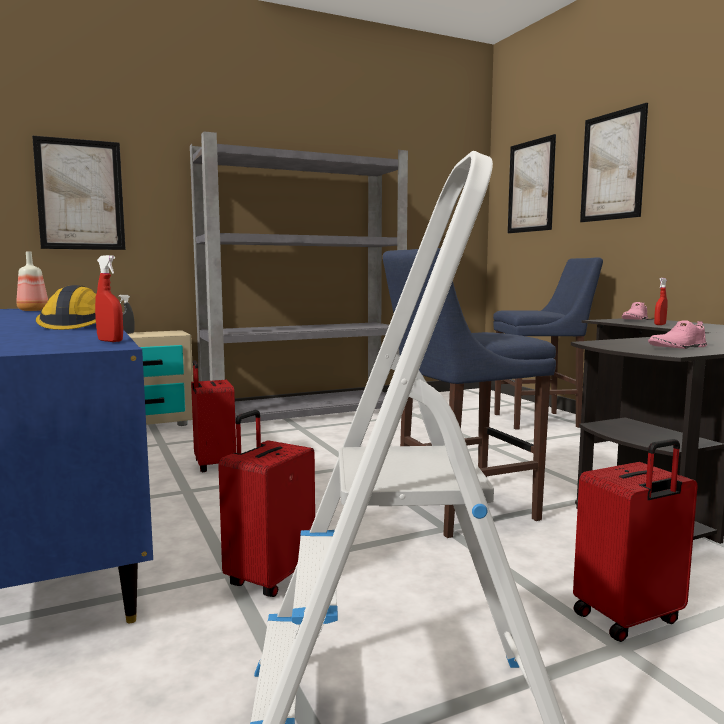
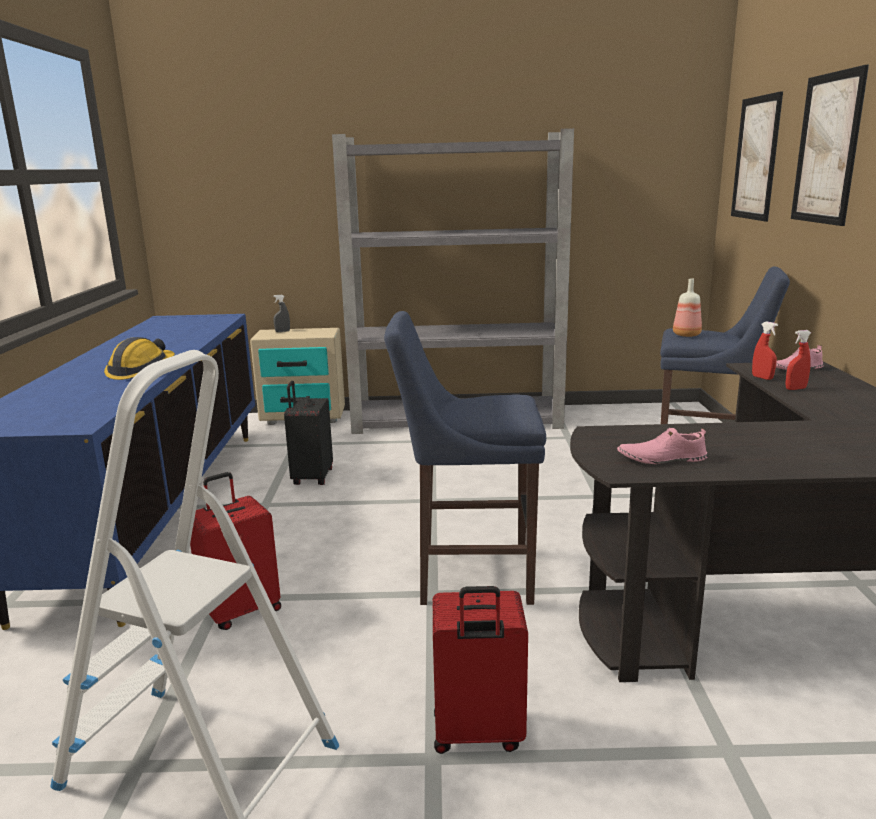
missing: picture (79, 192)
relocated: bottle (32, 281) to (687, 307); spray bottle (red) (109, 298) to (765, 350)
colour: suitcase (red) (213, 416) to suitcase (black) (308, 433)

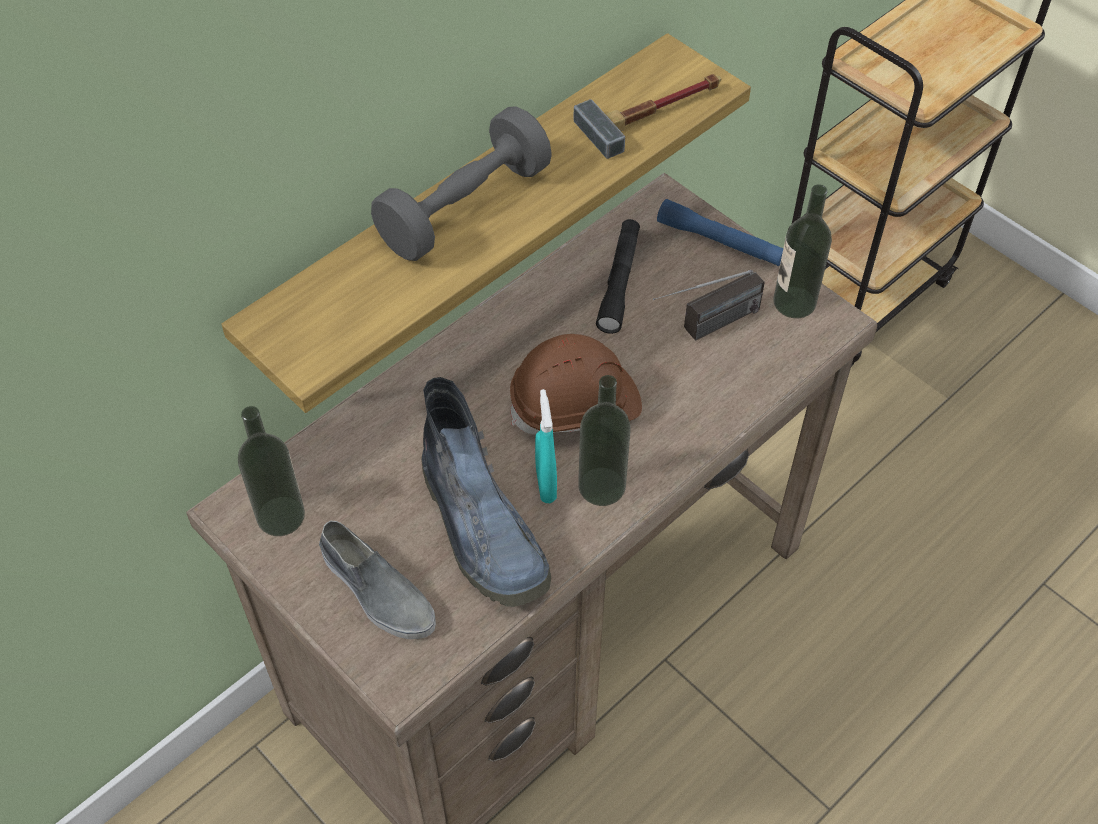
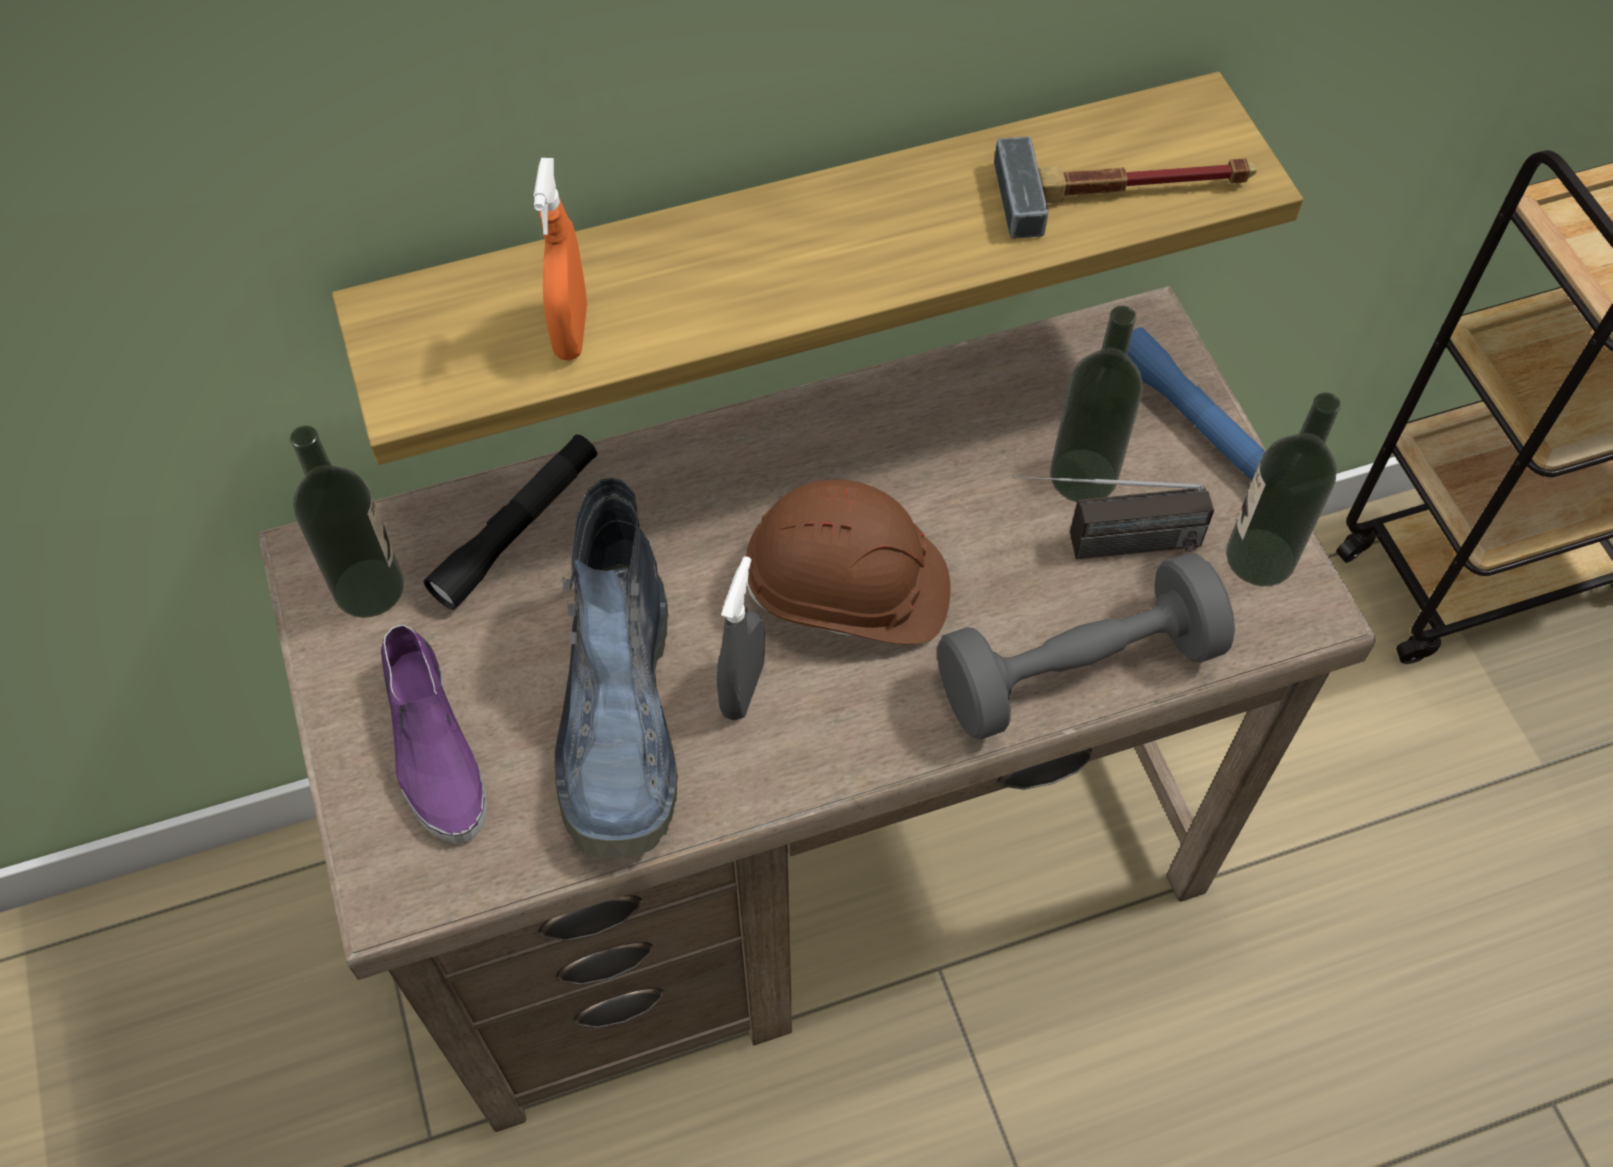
appeared: spray bottle (orange) (560, 259)
relocated: dumbbell (grey) (461, 183) to (1086, 646); bottle (604, 440) to (1096, 404); flashlight (black) (618, 276) to (510, 522)
colour: shoe (grey) (377, 580) to shoe (purple) (434, 733); spray bottle (turquoise) (546, 446) to spray bottle (grey) (741, 638)

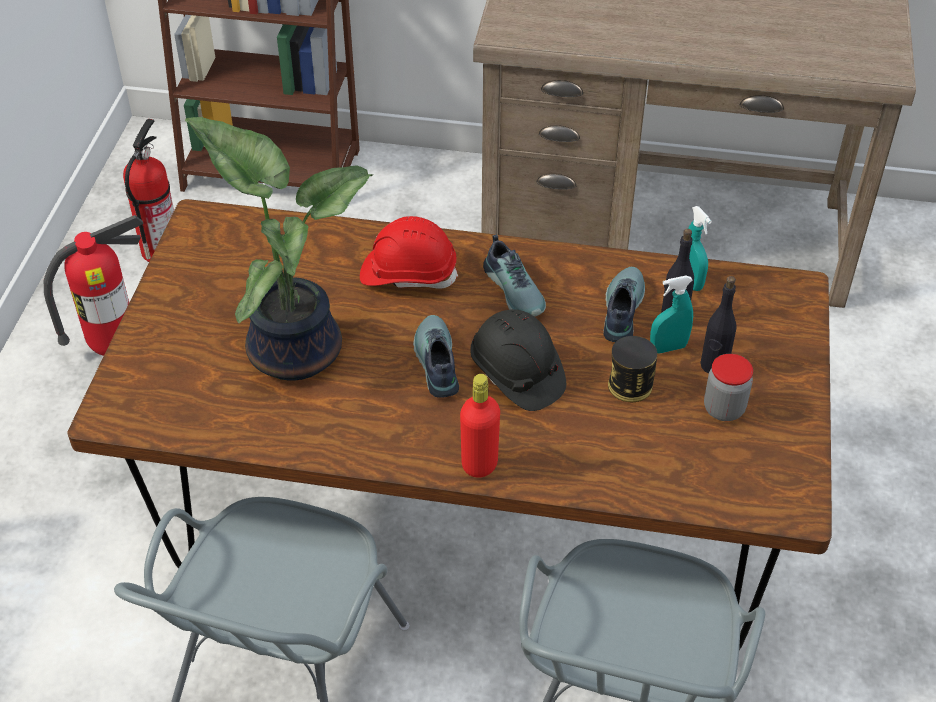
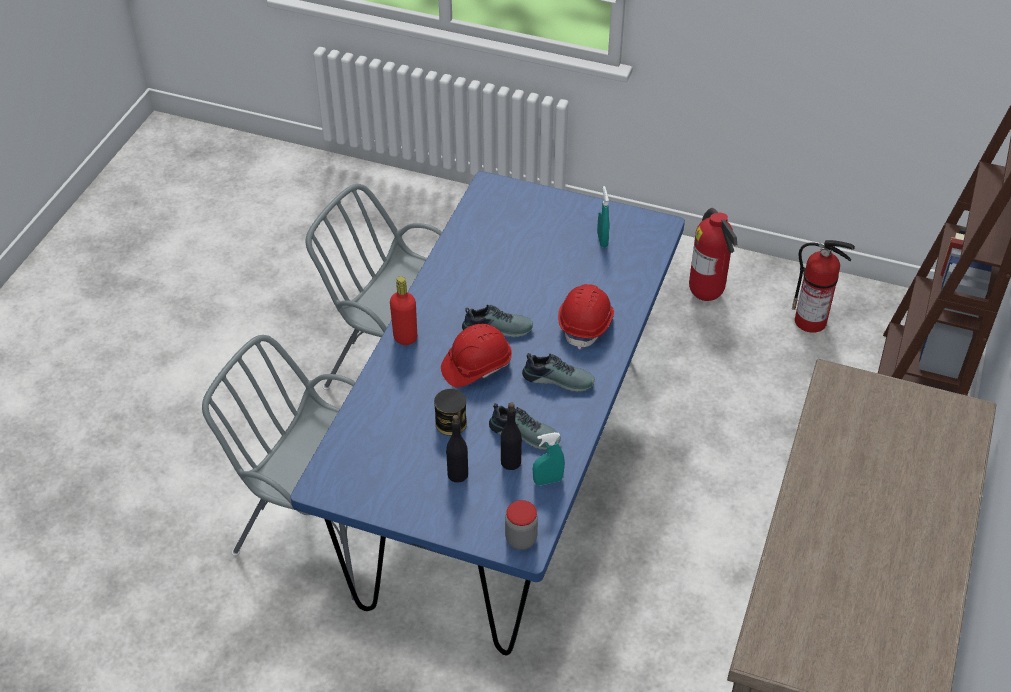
missing: potted plant (279, 248)
relocated: spray bottle (turquoise) (671, 315) to (603, 217); jar (728, 387) to (521, 525)
colour: dining table (brown) (450, 424) to dining table (blue) (487, 413); hard hat (black) (518, 360) to hard hat (red) (476, 356)
spun: shoe (514, 275) = (558, 372) 150 degrees counterclockwise

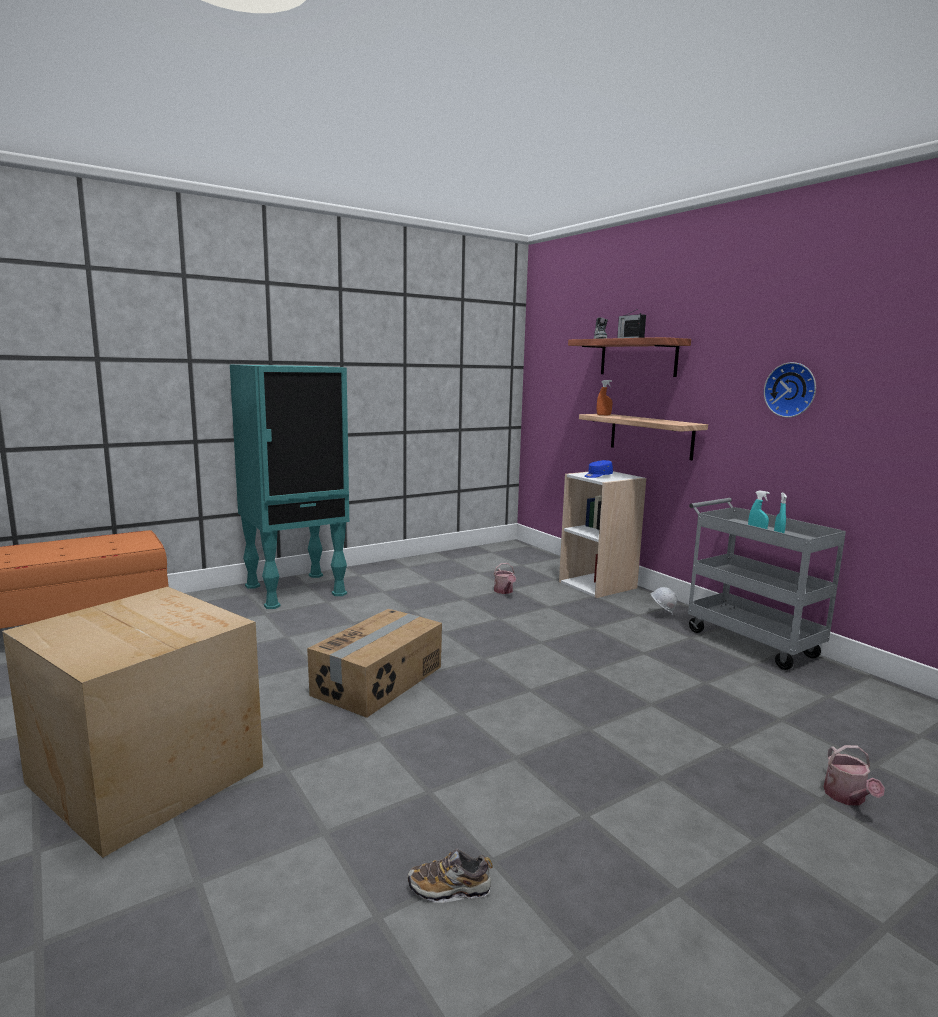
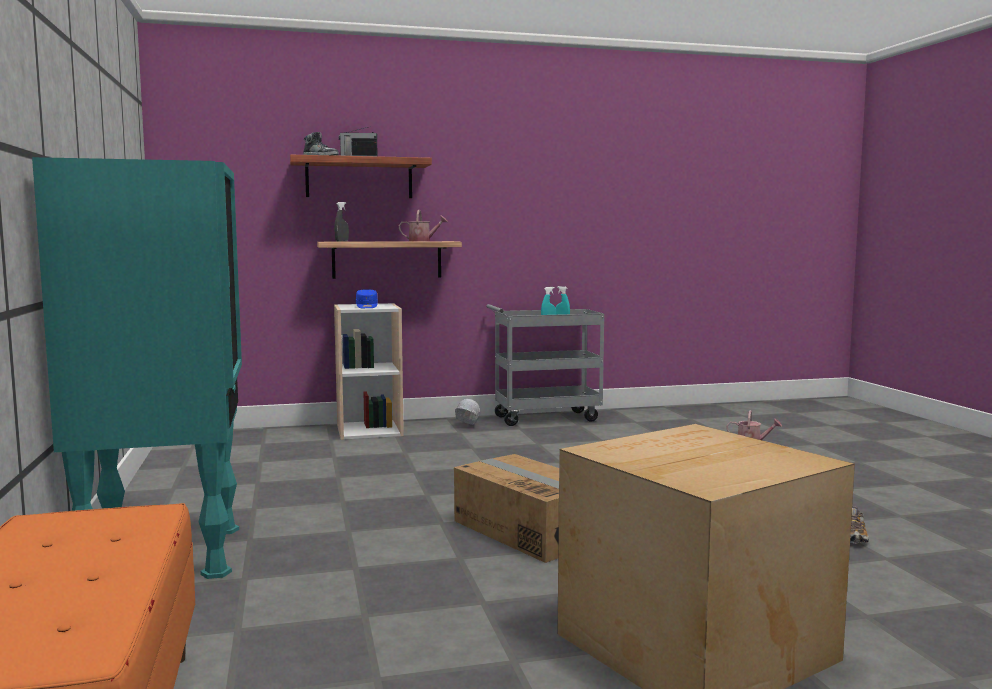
missing: wall clock (790, 390)
relocated: watering can (504, 578) to (423, 225)
colour: spray bottle (orange) (604, 397) to spray bottle (grey) (341, 222)

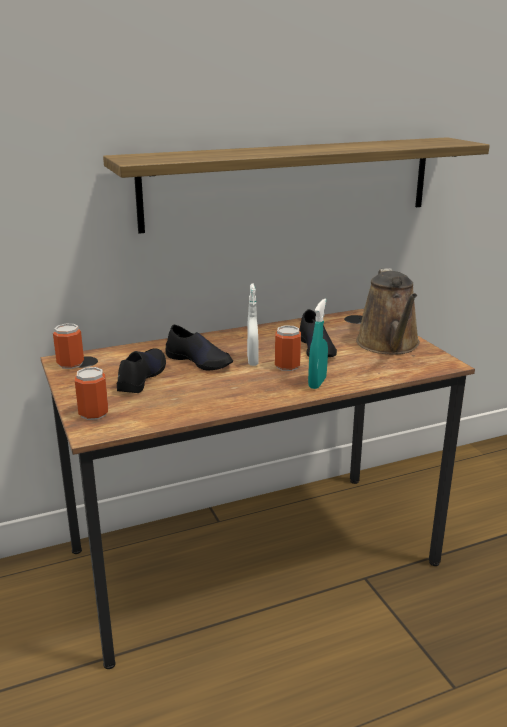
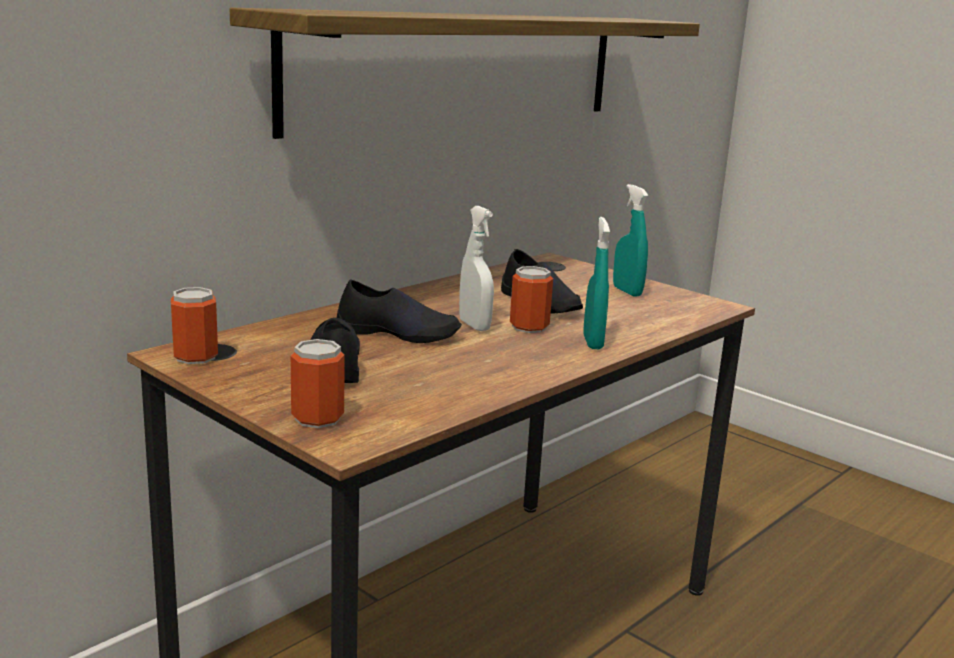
exchanged: watering can (brown) (388, 311) to spray bottle (turquoise) (630, 240)

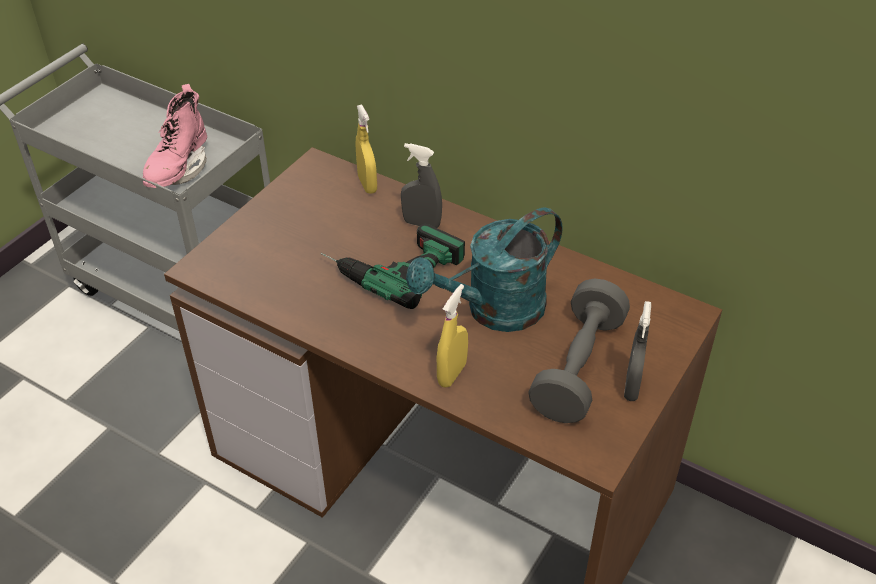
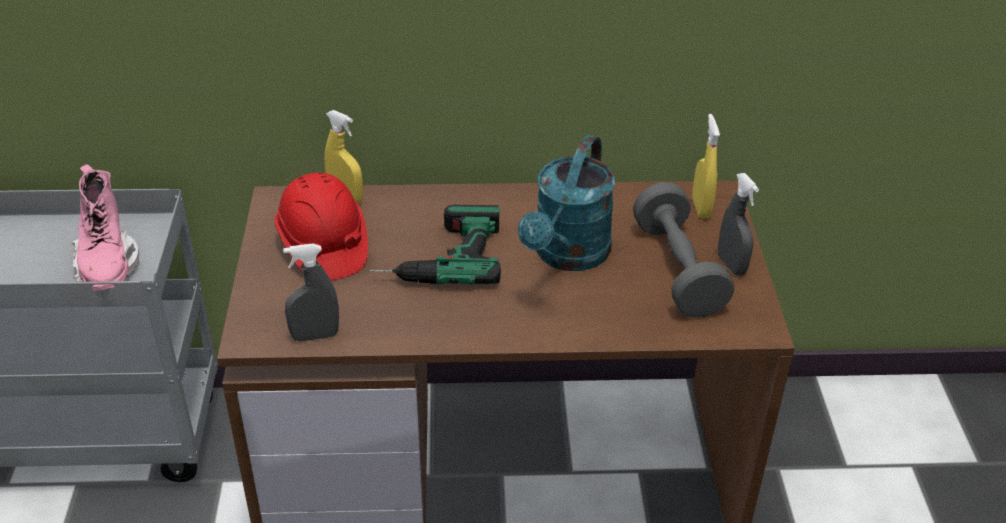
appeared: hard hat (red) (321, 227)
relocated: spray bottle (grey) (421, 185) to (311, 292); spray bottle (yellow) (452, 336) to (706, 166)

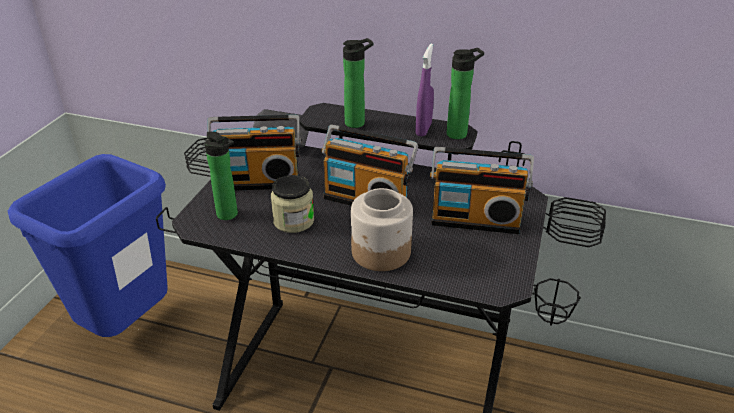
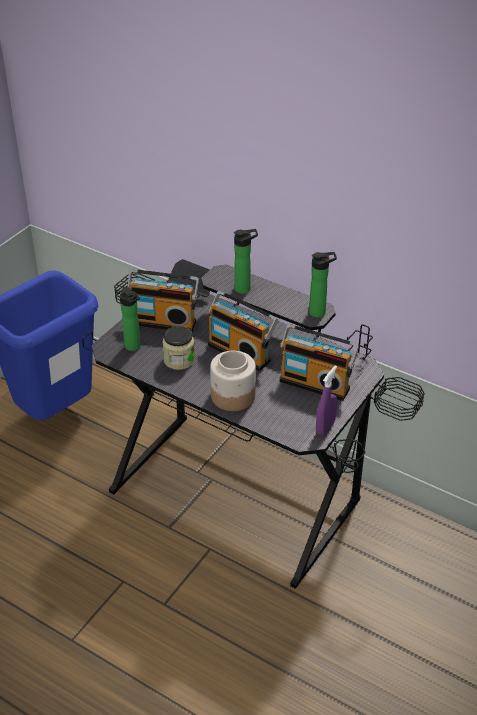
relocated: spray bottle (purple) (425, 90) to (327, 400)

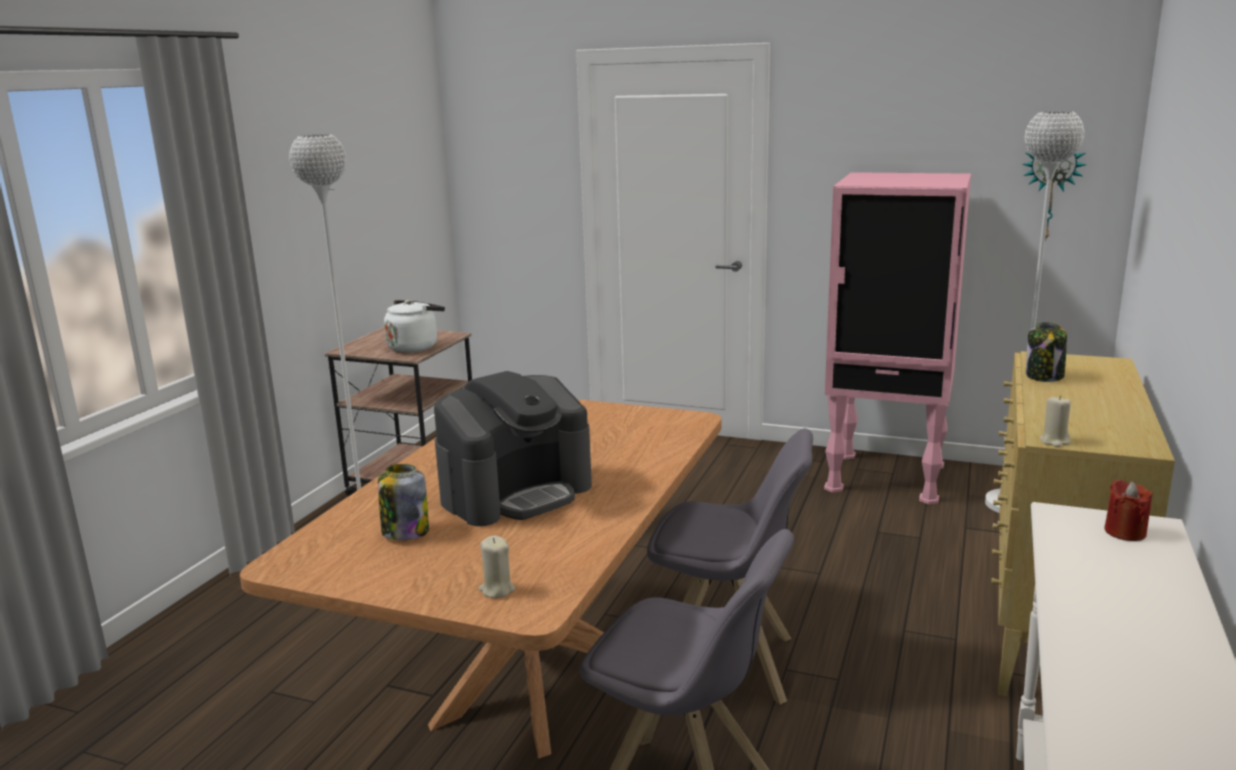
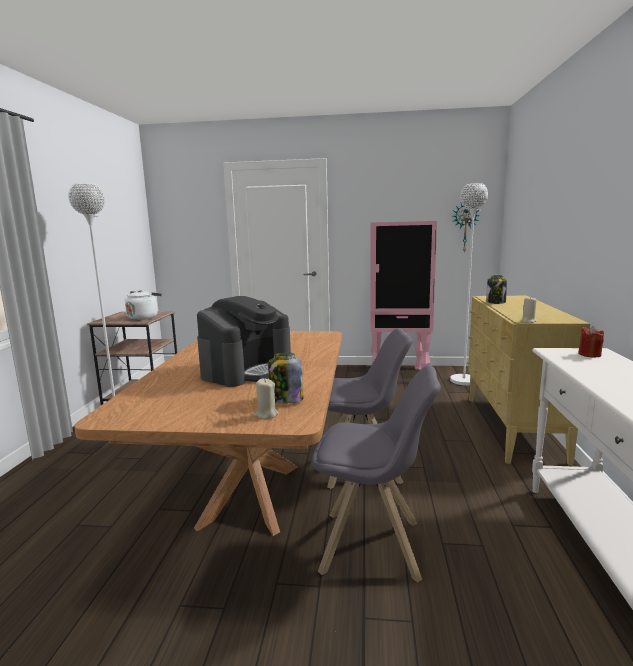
relocated: jar (403, 502) to (285, 377)

